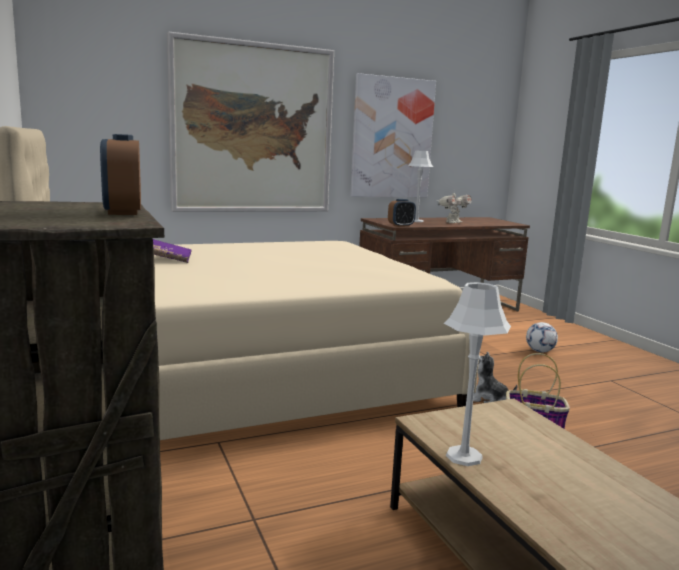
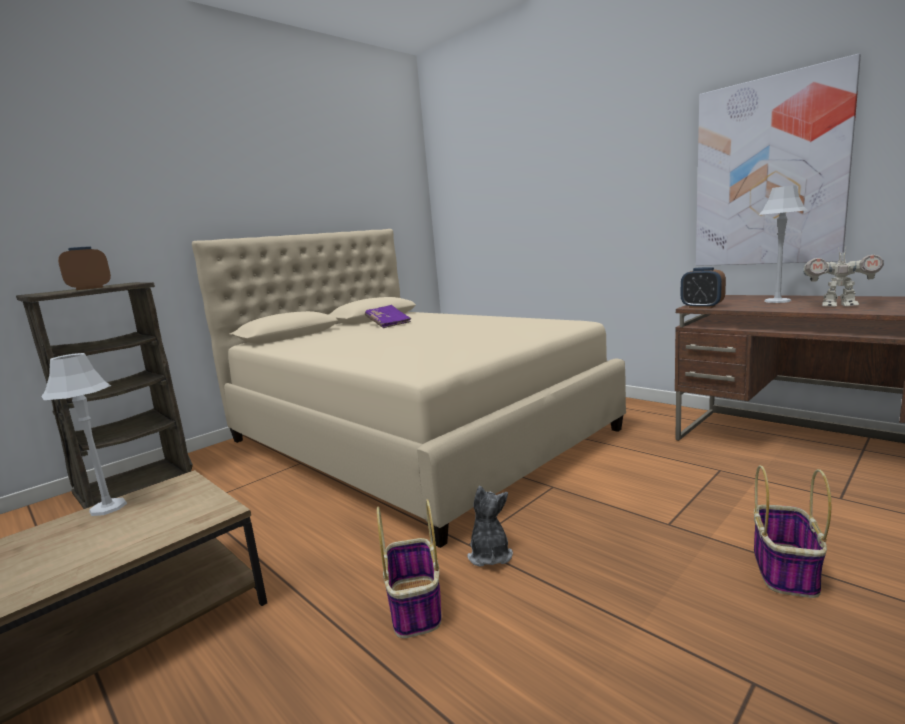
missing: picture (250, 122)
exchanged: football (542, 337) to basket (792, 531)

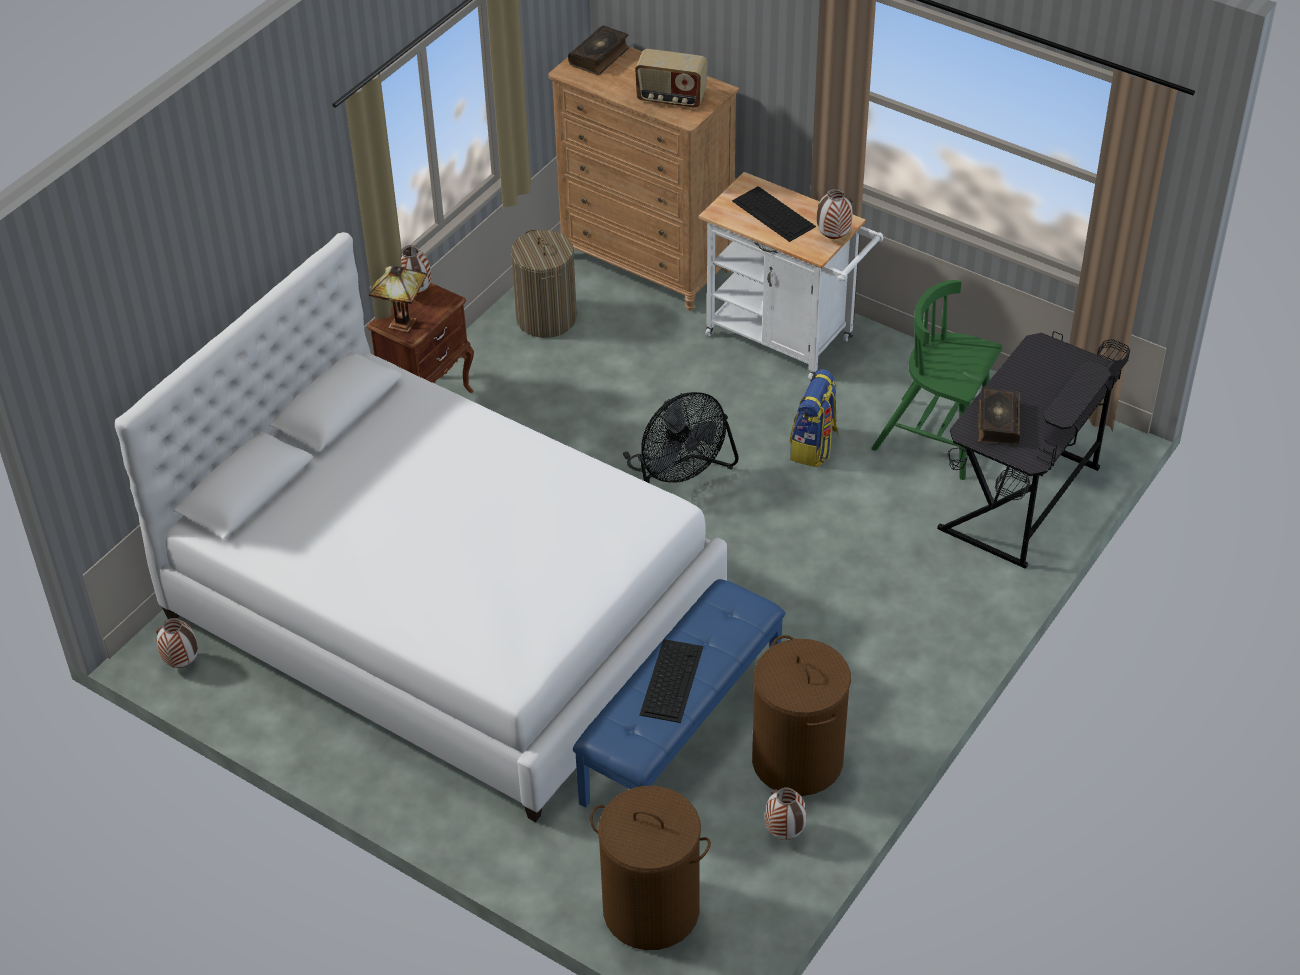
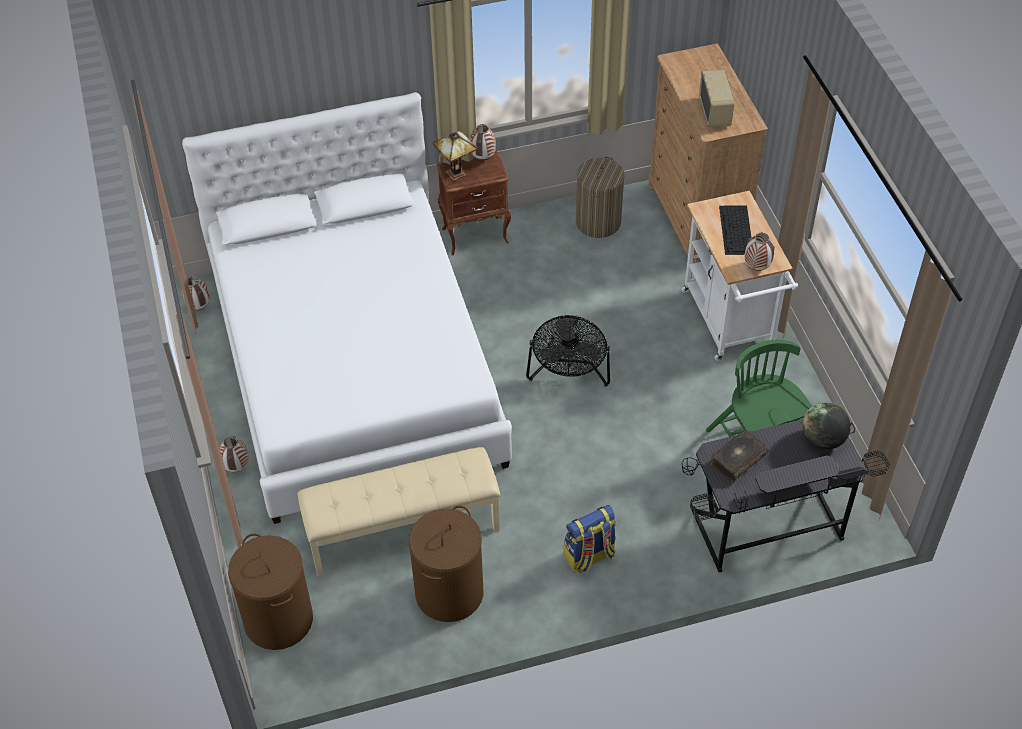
missing: book (598, 50); keyboard (671, 681)
appeared: globe (826, 425)
relocated: vase (786, 813) to (234, 454); backpack (814, 418) to (589, 539)
colour: bench (blue) (679, 693) to bench (beige) (398, 511)
spun: radio (671, 78) = (716, 98) 150 degrees counterclockwise

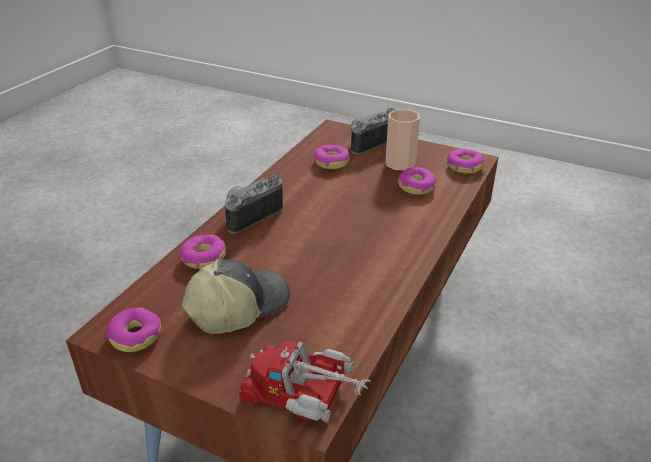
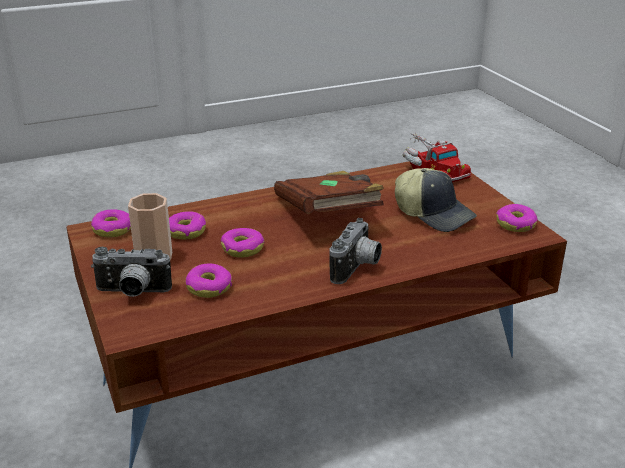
appeared: book (brown) (329, 192)
relocated: donut (203, 252) to (243, 243)
spun: cap (235, 296) = (436, 200) 135 degrees counterclockwise; photo camera (253, 204) = (355, 251) 60 degrees counterclockwise

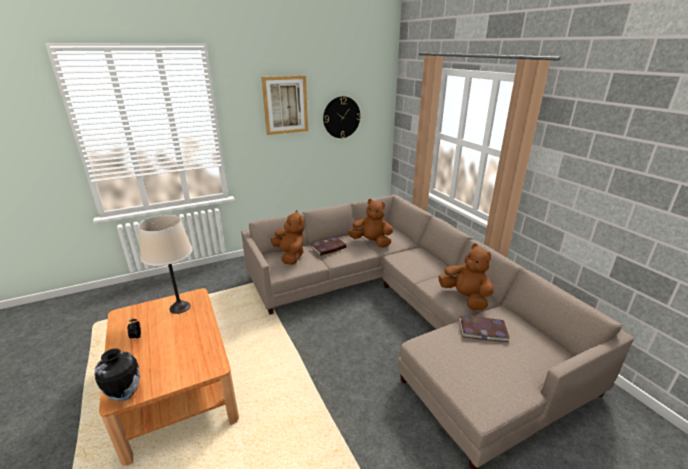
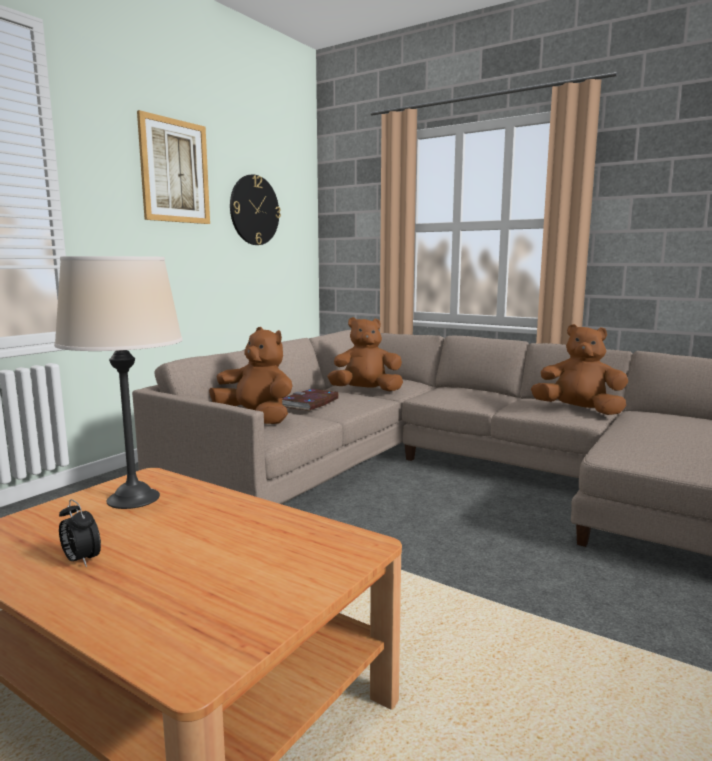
missing: vase (117, 374); book (484, 329)

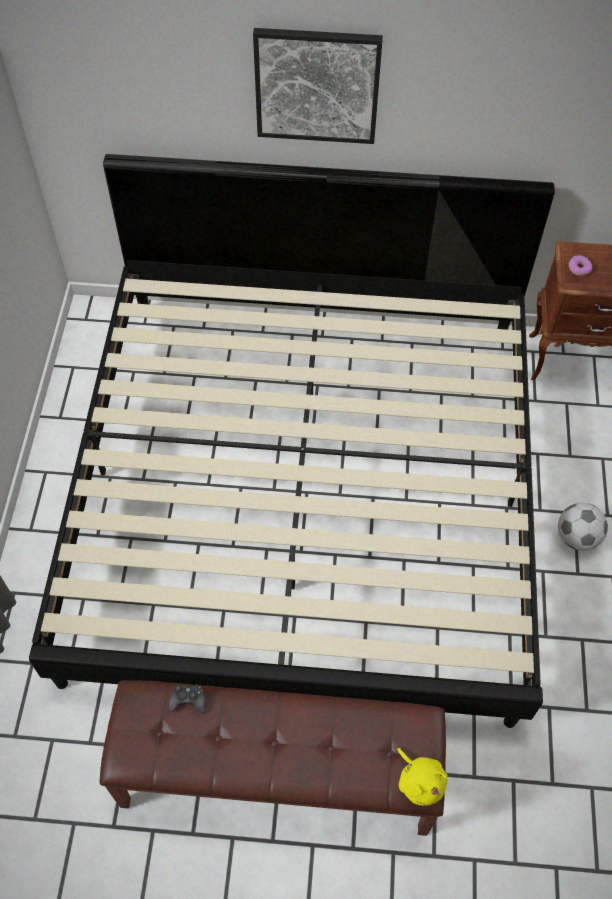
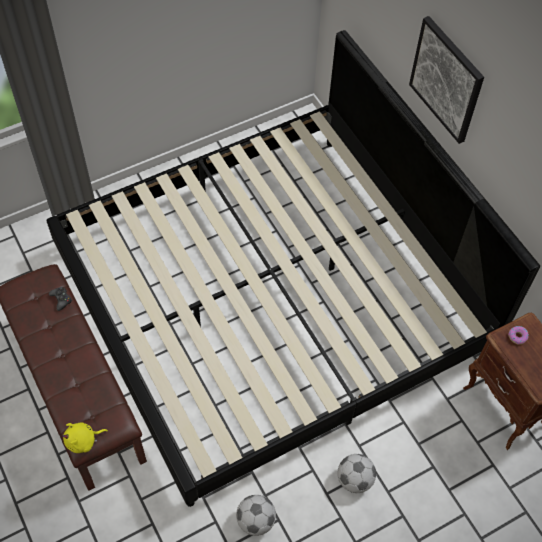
appeared: football (256, 515)
spun: plush toy (yellow) (422, 777) = (85, 437) 45 degrees clockwise

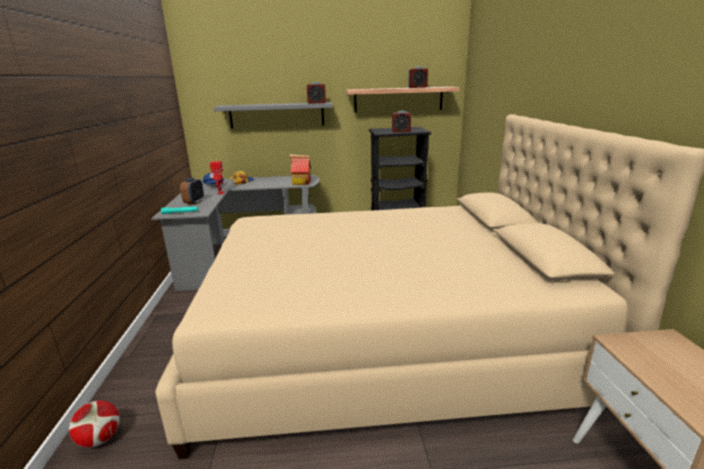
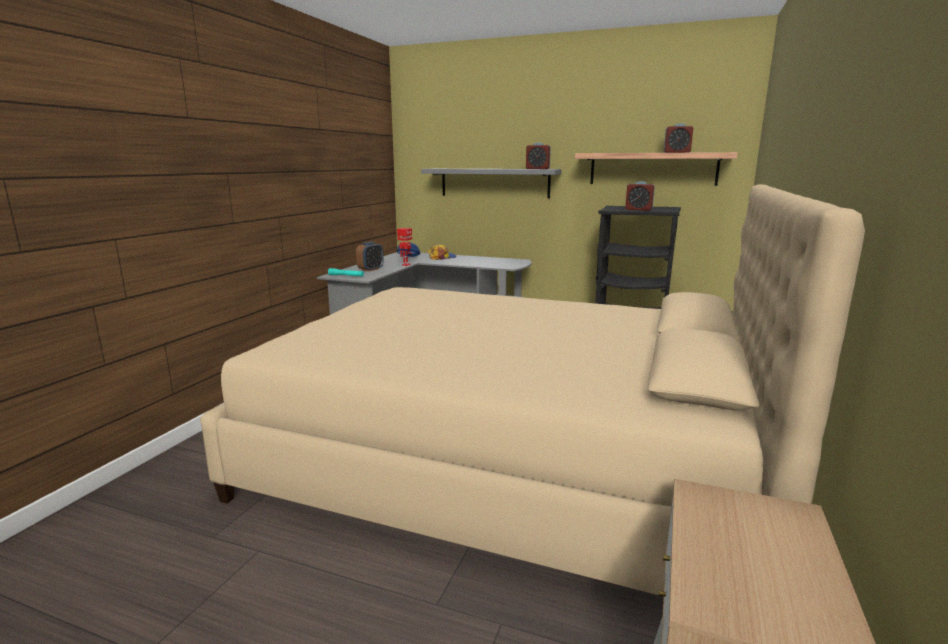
missing: football (94, 424); toy house (300, 169)

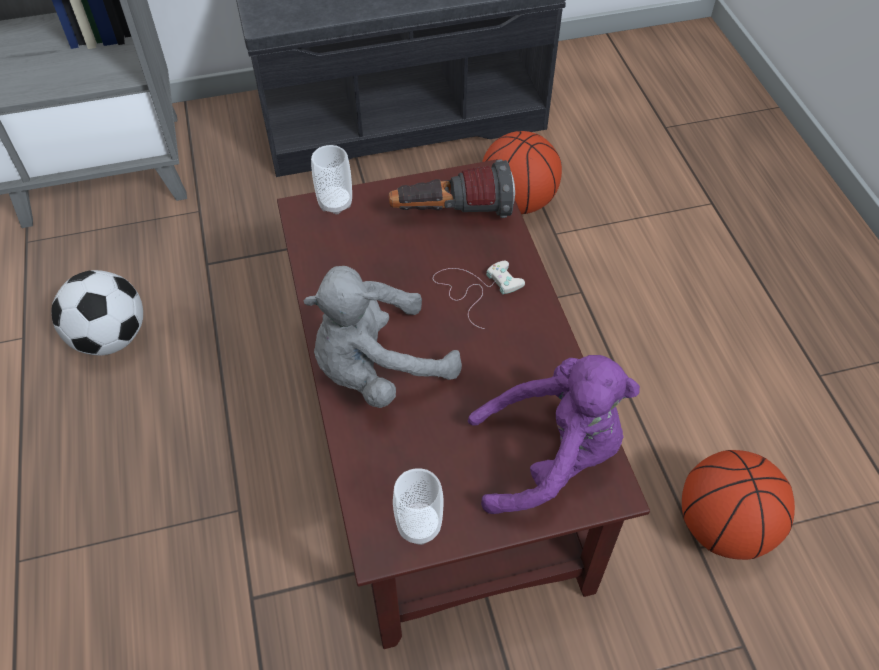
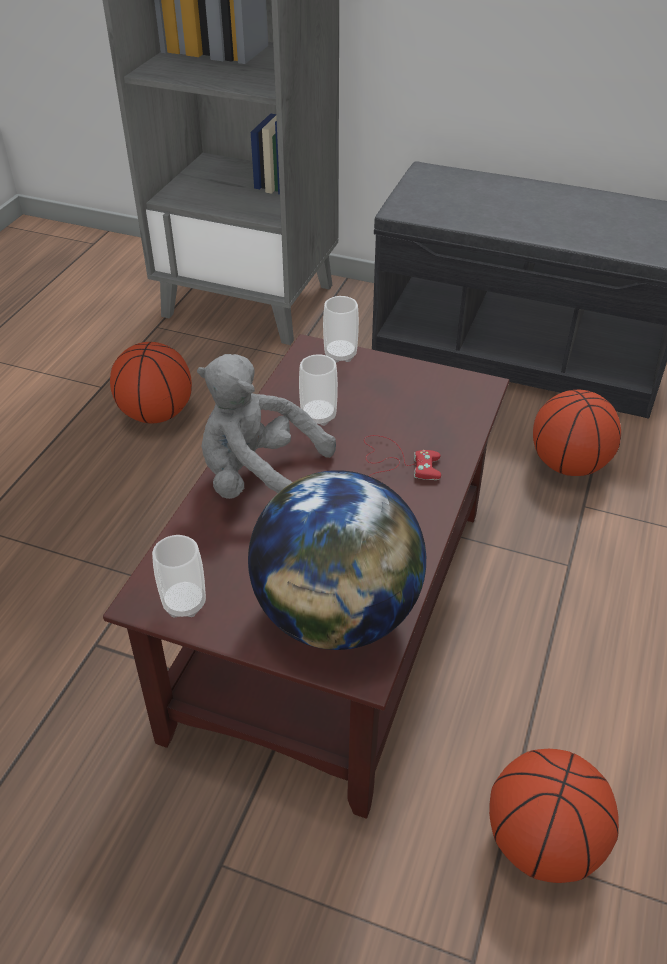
missing: flashlight (452, 189)
appeared: cup (318, 390)
exchanged: football (97, 312) to basketball (151, 382); plush toy (purple) (554, 434) to globe (337, 560)
colour: game controller (white) (479, 295) to game controller (red) (402, 457)

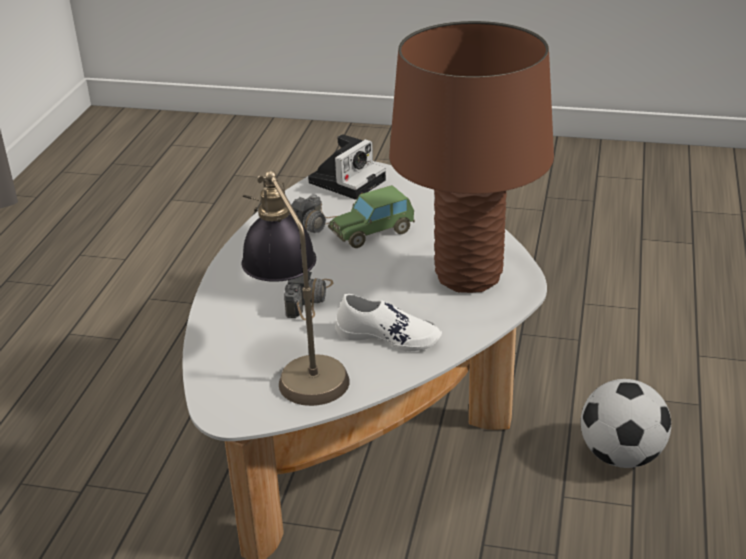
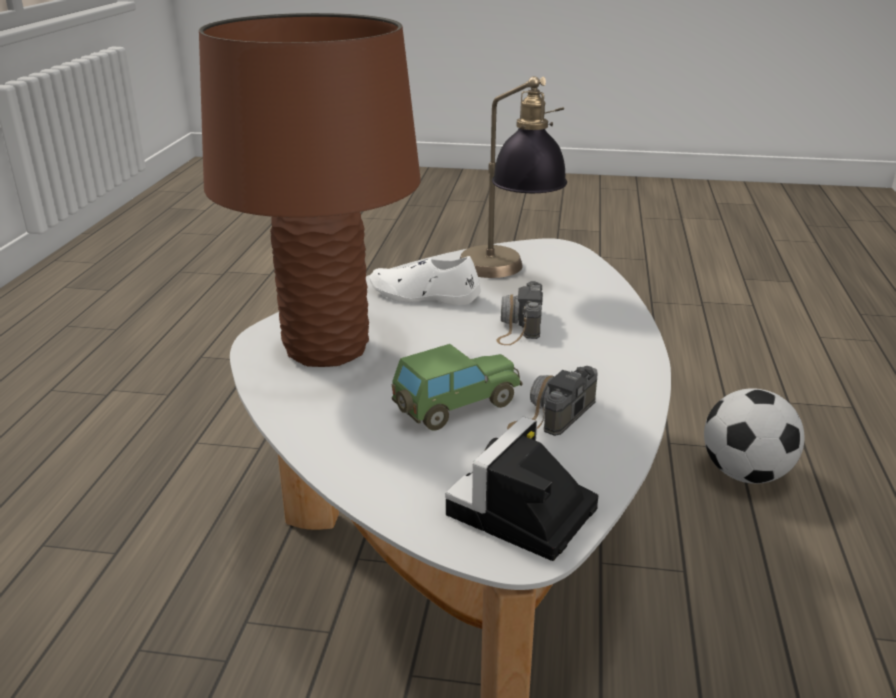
relocated: football (626, 423) to (754, 436)

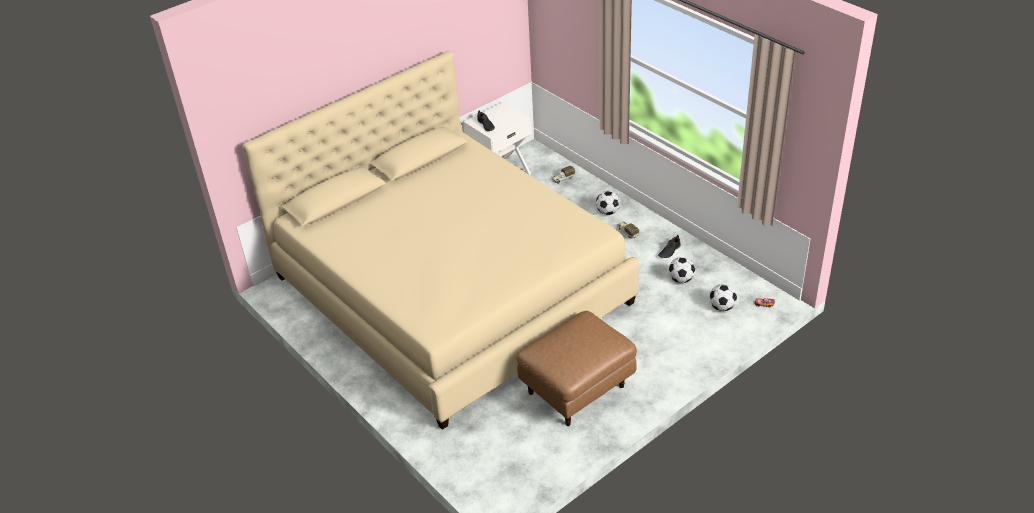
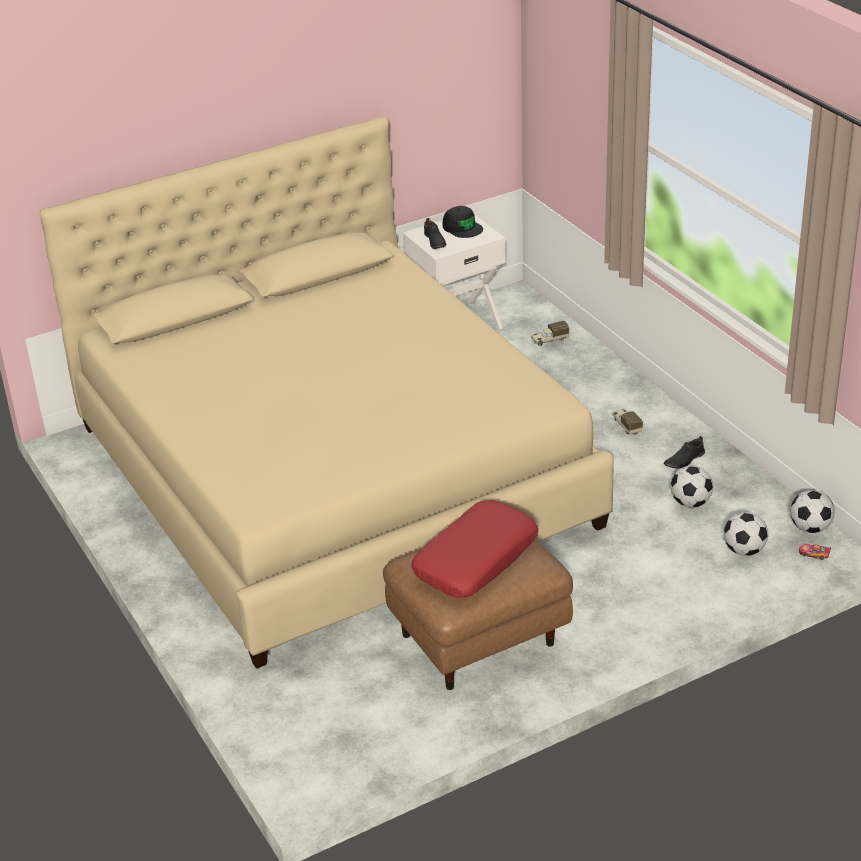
appeared: pillow (red) (474, 549); cap (black) (463, 222)
relocated: football (608, 203) to (812, 511)

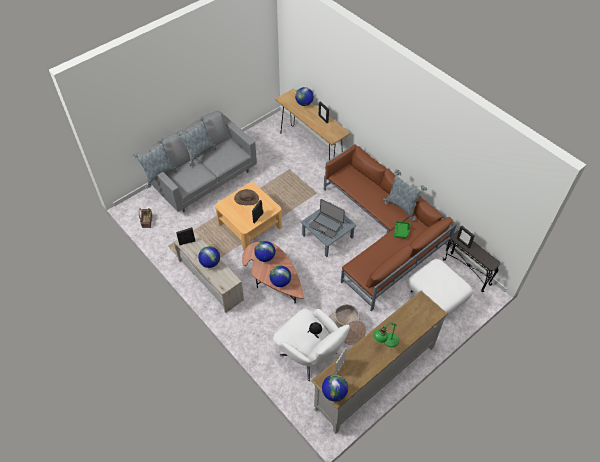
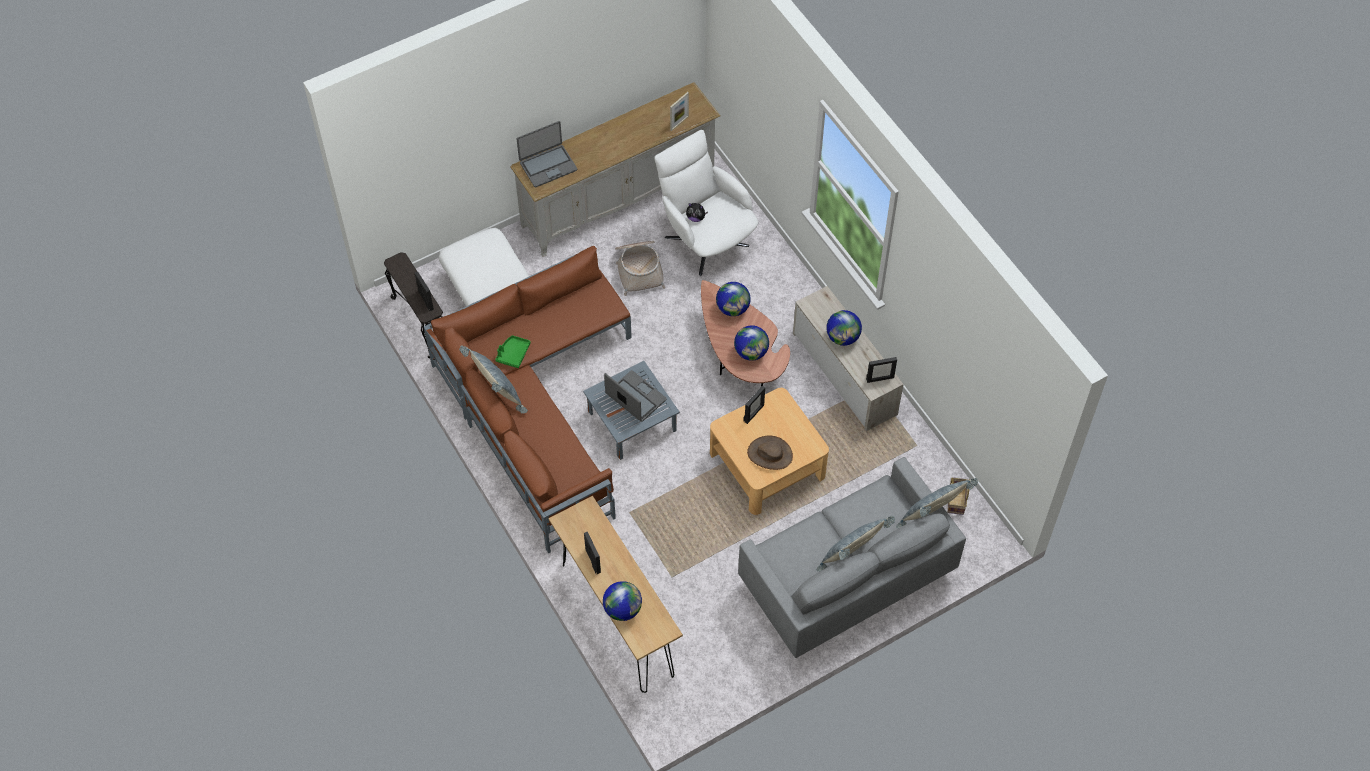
missing: globe (335, 388); table lamp (green) (386, 334)
appeared: laptop (547, 154)

